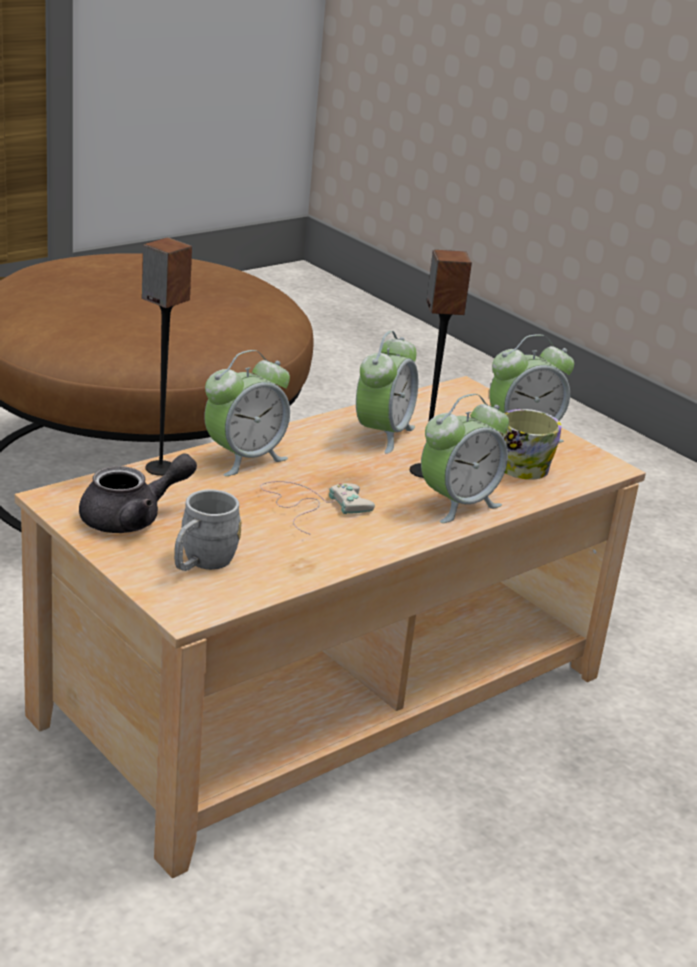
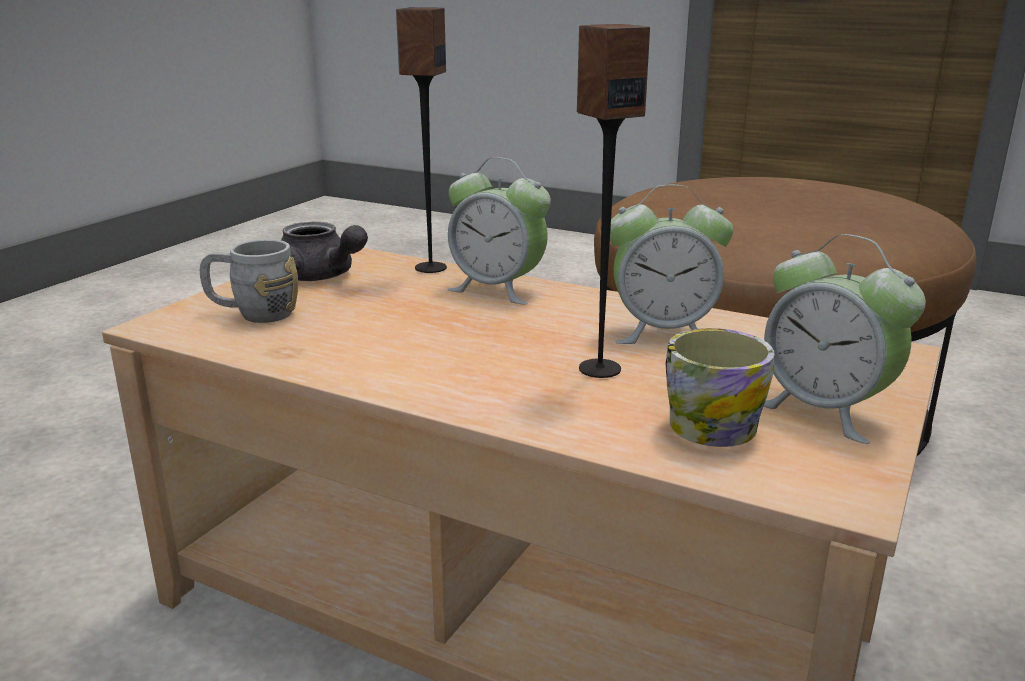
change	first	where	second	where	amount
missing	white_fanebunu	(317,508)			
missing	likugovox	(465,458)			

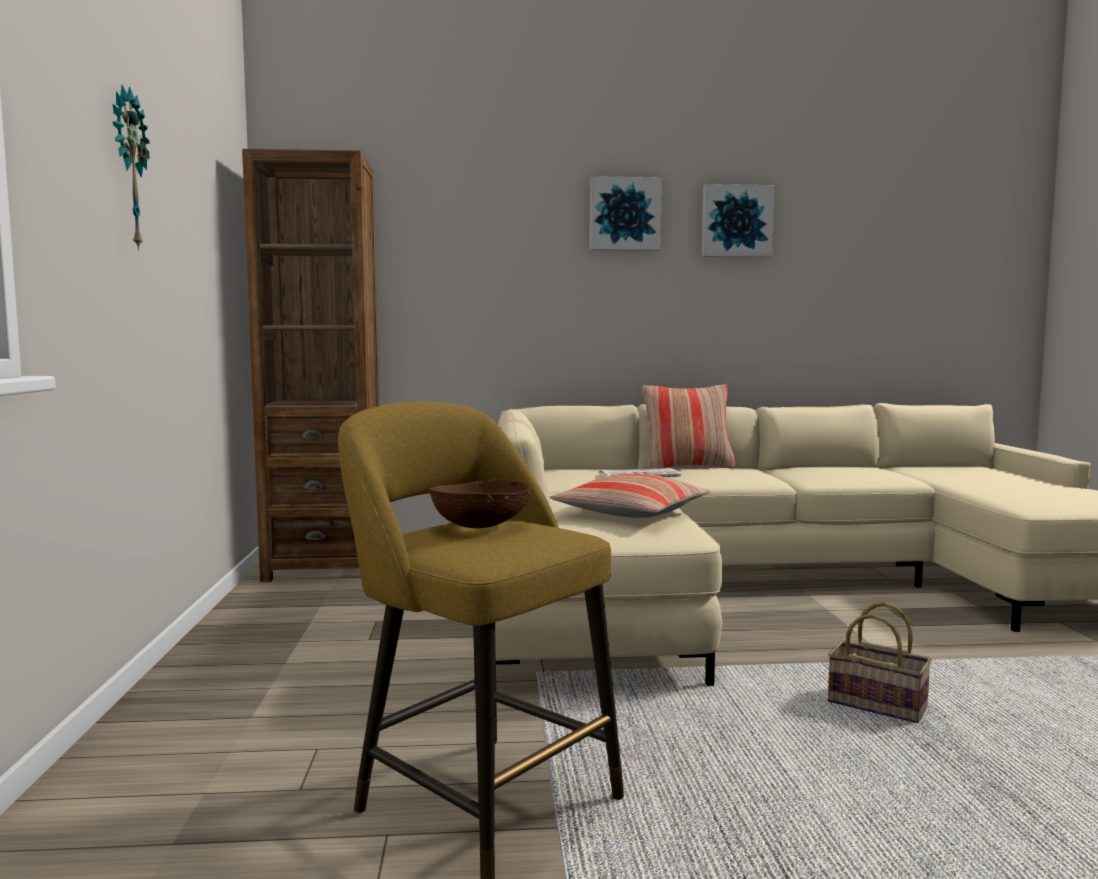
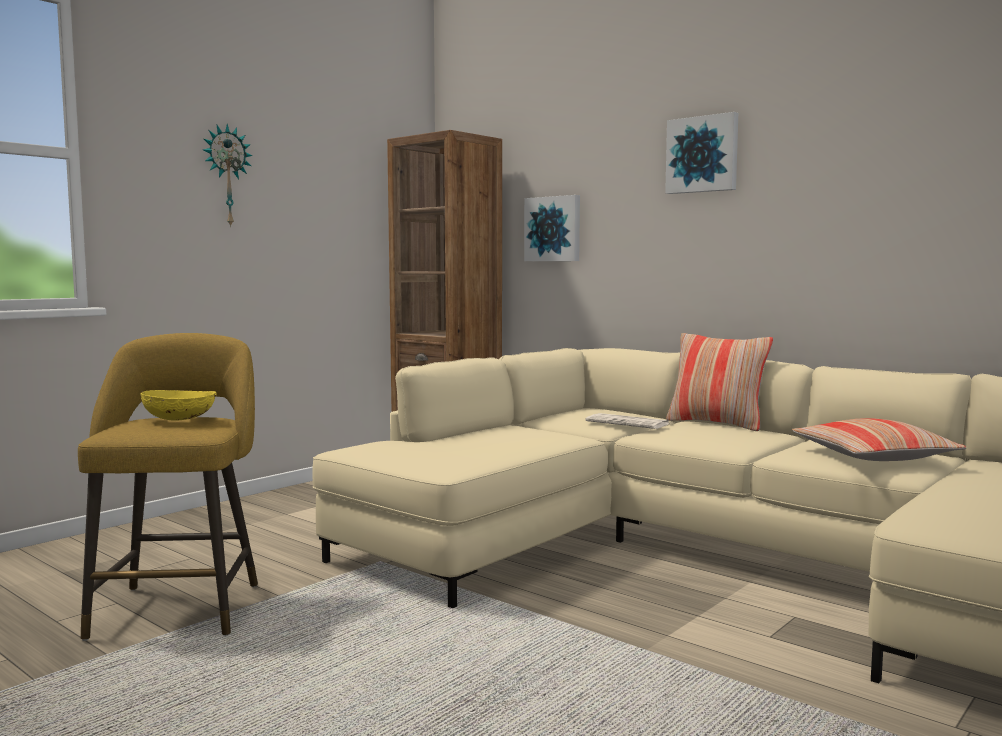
change	first	where	second	where	amount
colour	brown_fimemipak	(479,503)	yellow_fimemipak	(178,405)	
relocated	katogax	(738,220)		(552,228)	
relocated	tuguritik	(630,496)		(879,439)	
missing	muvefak	(880,662)			

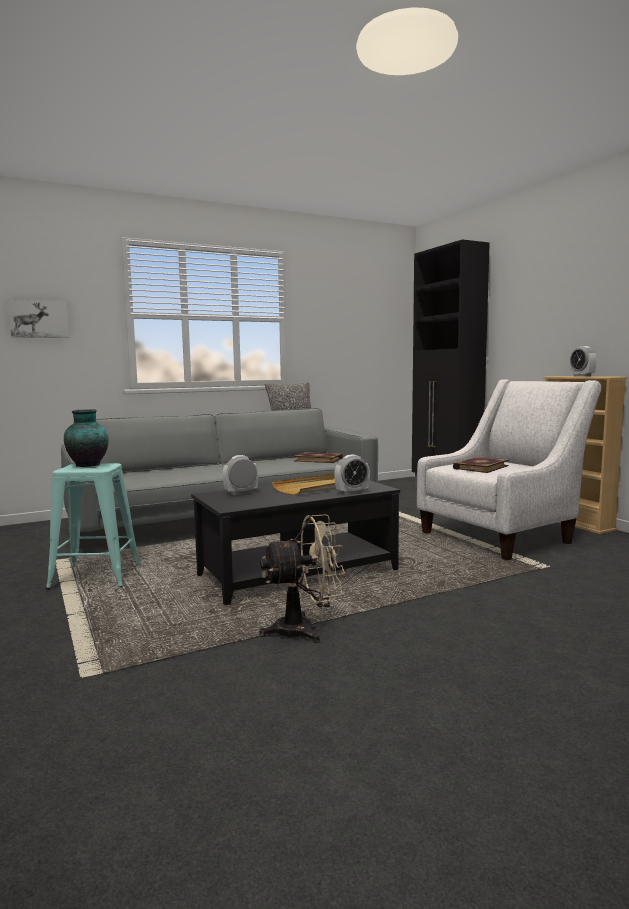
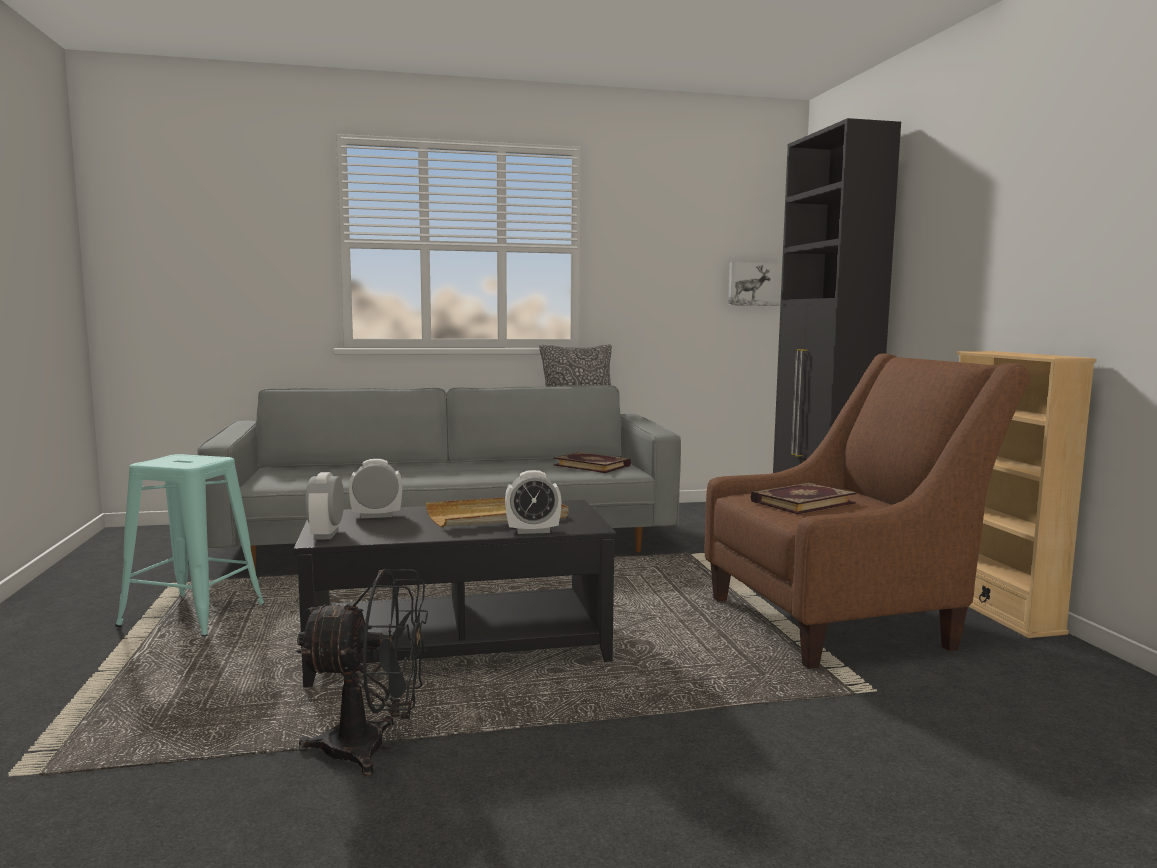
change	first	where	second	where	amount
colour	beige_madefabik	(302,578)	black_madefabik	(362,672)	
relocated	likugovox	(583,361)		(324,505)	
colour	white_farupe	(509,469)	brown_farupe	(867,511)	
relocated	katogax	(38,318)		(755,284)	
missing	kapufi	(86,438)			

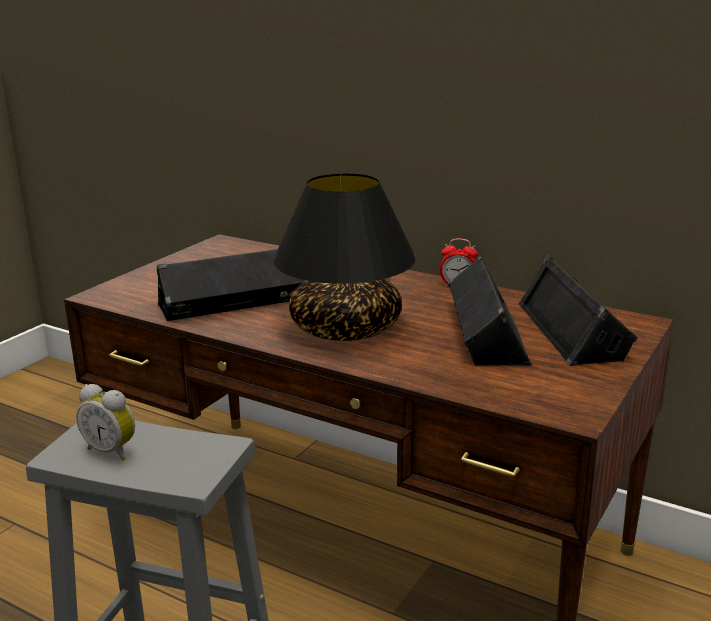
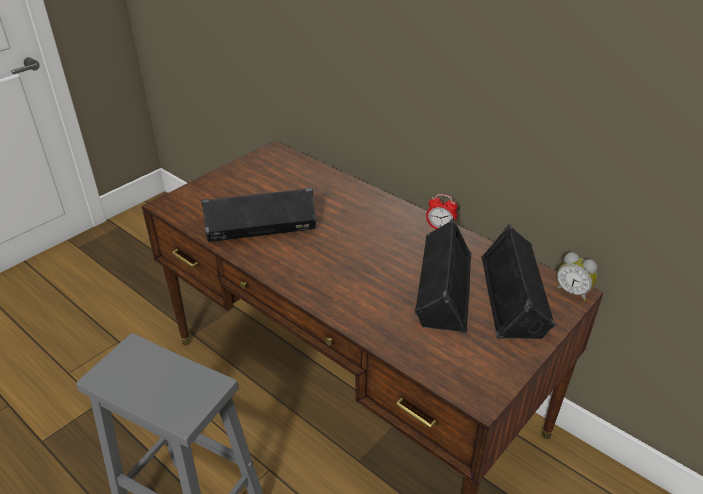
change	first	where	second	where	amount
relocated	likugovox	(105,422)		(576,276)	
missing	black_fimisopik	(344,257)			

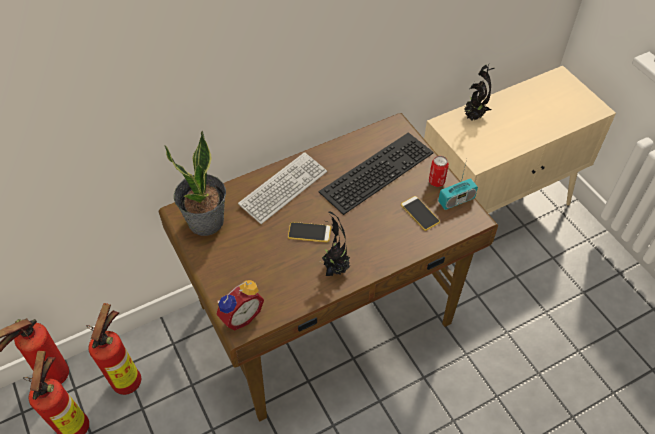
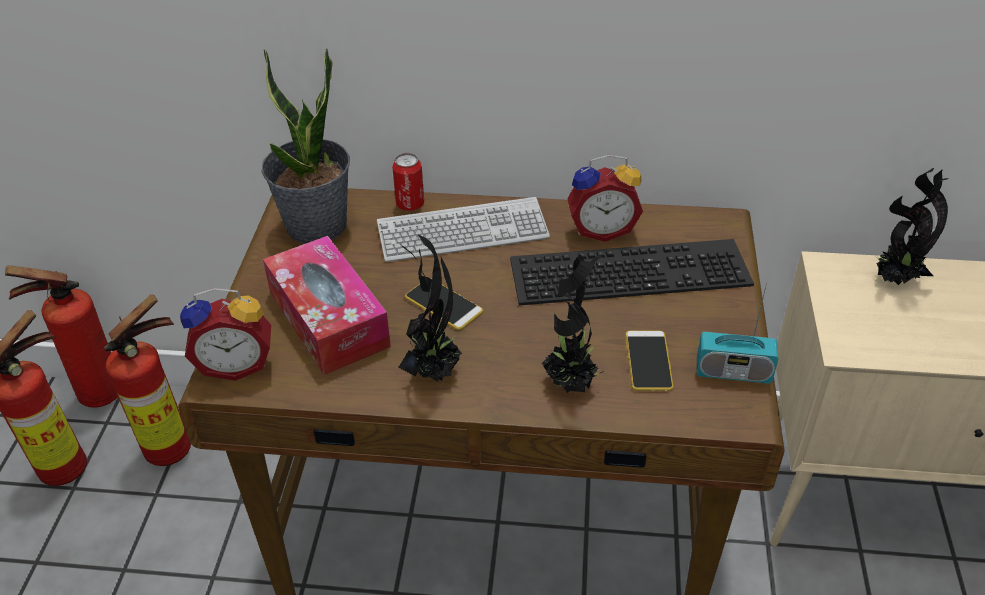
change	first	where	second	where	amount
appeared			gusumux	(327,305)	
relocated	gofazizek	(439,171)		(408,182)	
appeared			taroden	(573,324)	
appeared			likugovox	(605,198)	

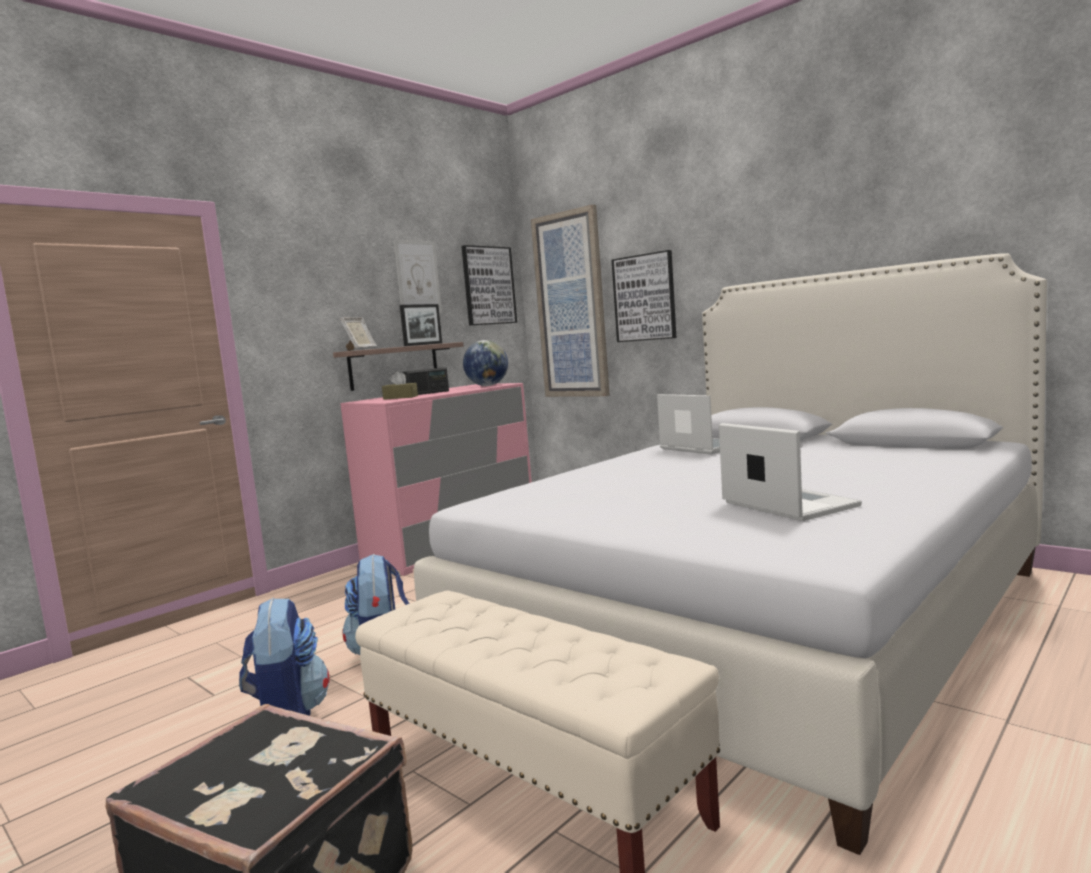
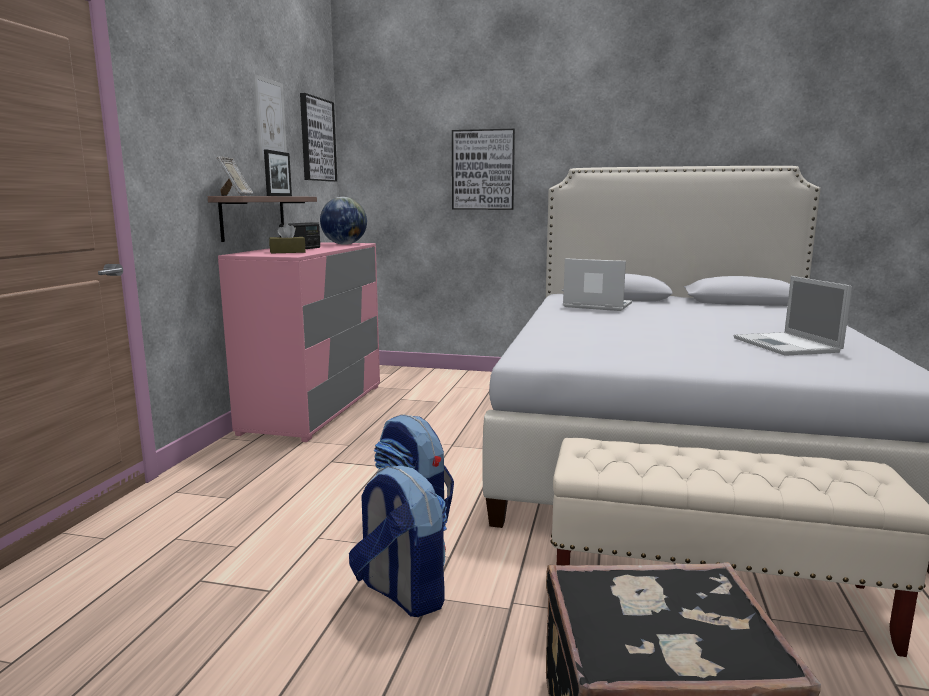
change	first	where	second	where	amount
spun	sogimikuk	(790,472)		(793,316)	135 degrees counterclockwise
missing	katogax	(570,300)			

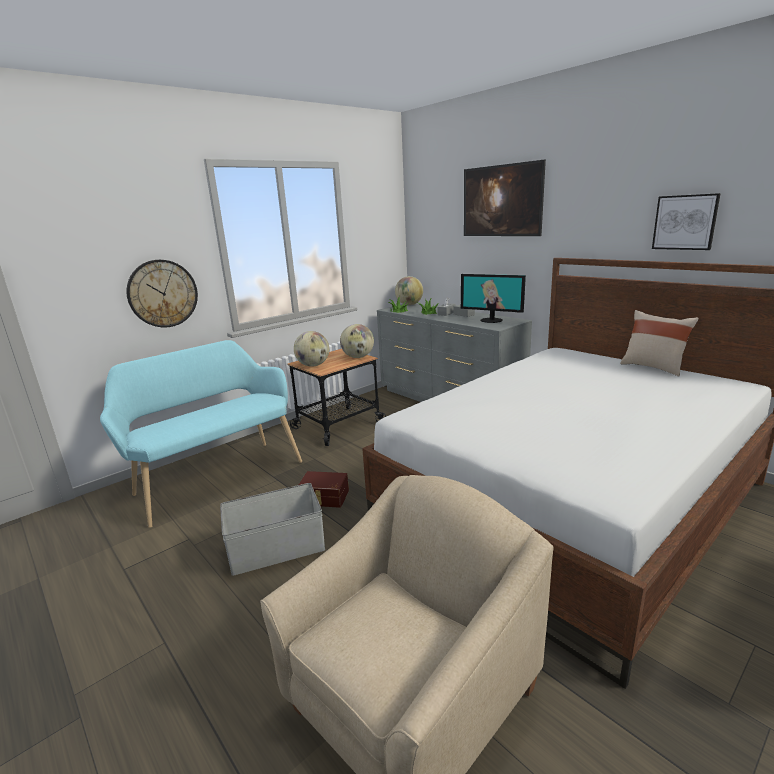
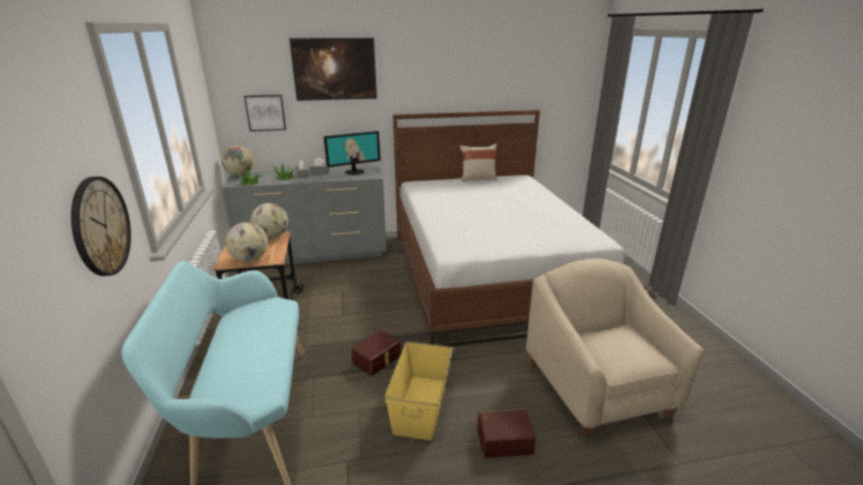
change	first	where	second	where	amount
relocated	katogax	(686,221)		(265,113)	
colour	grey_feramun	(272,529)	yellow_feramun	(418,391)	
appeared			brown_feramun	(506,433)	

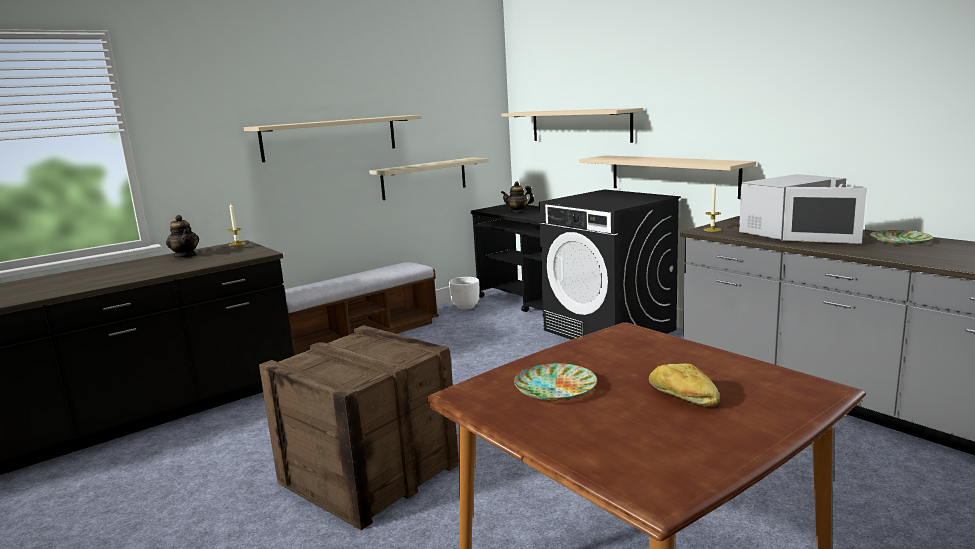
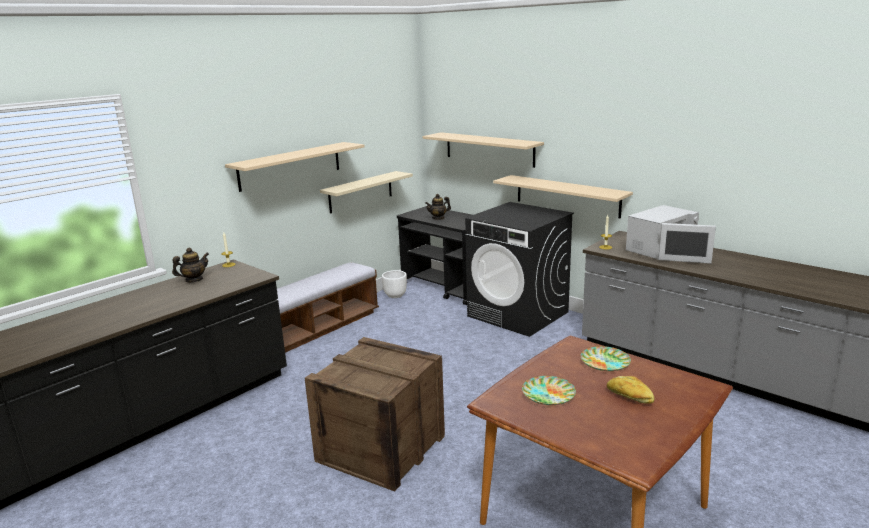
change	first	where	second	where	amount
spun	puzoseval	(182,236)		(190,265)	75 degrees counterclockwise
relocated	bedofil	(901,237)		(606,358)	

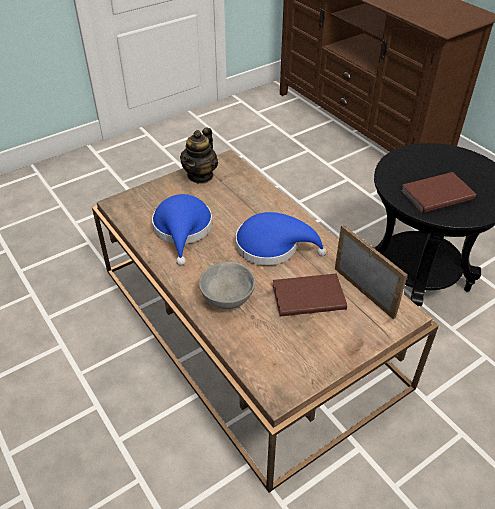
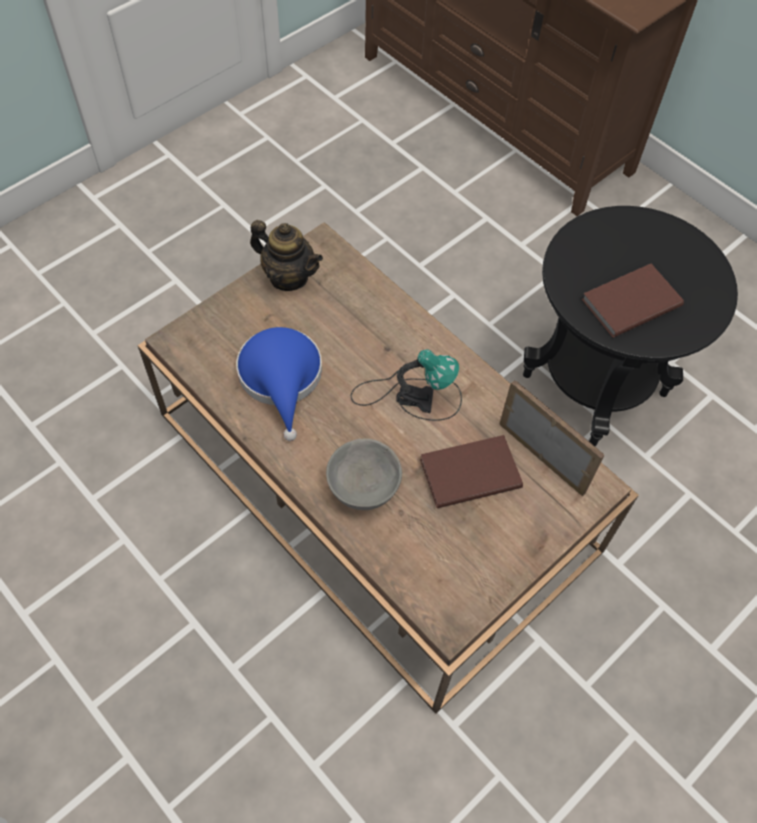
change	first	where	second	where	amount
spun	puzoseval	(199,156)		(286,255)	75 degrees counterclockwise
exchanged	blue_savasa	(281,238)	fimisopik	(406,385)	

